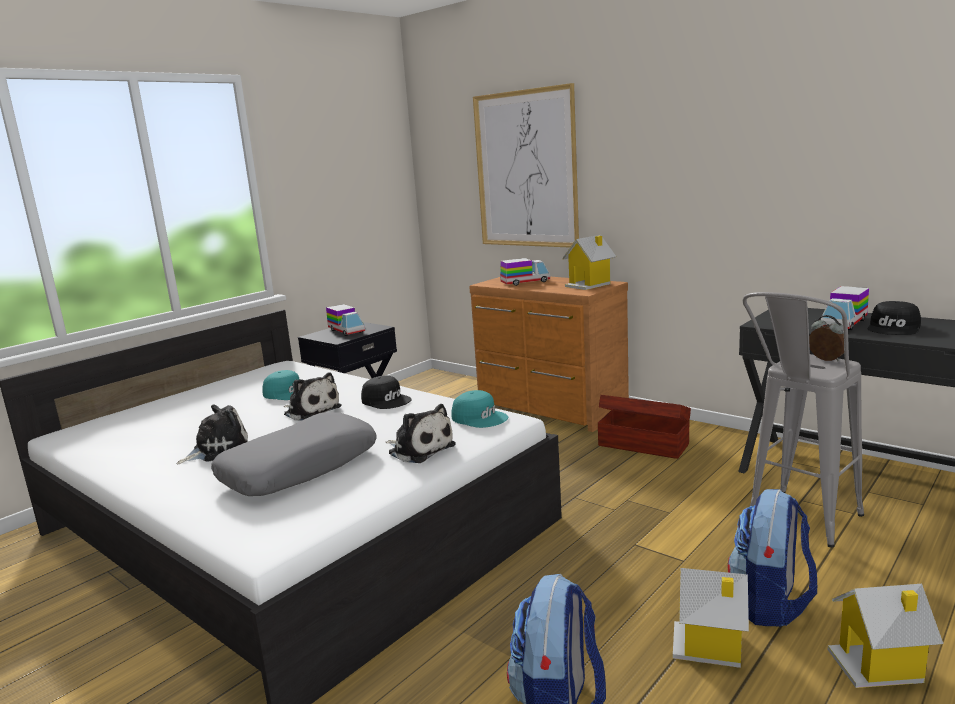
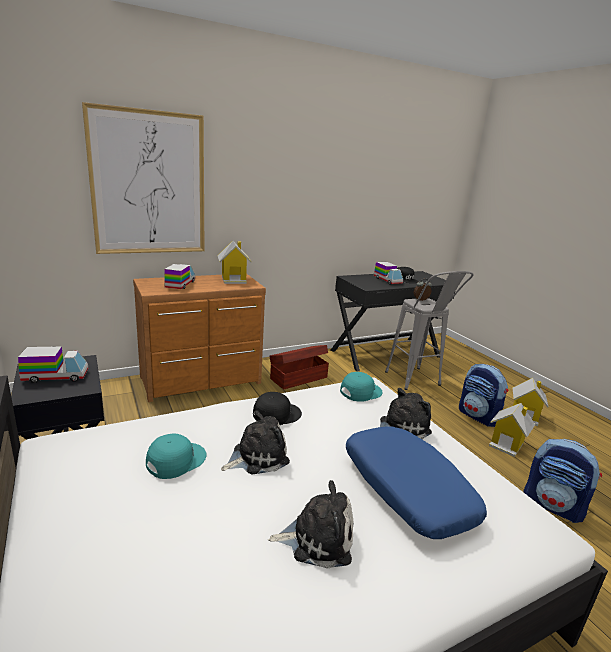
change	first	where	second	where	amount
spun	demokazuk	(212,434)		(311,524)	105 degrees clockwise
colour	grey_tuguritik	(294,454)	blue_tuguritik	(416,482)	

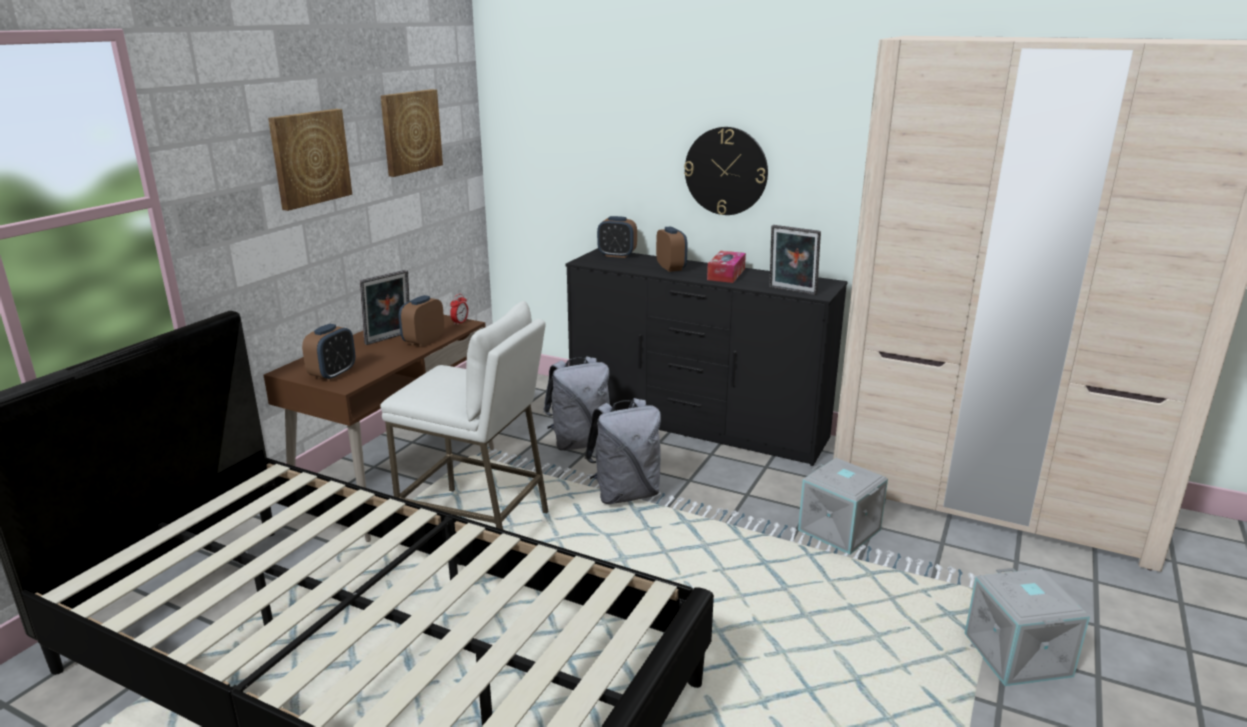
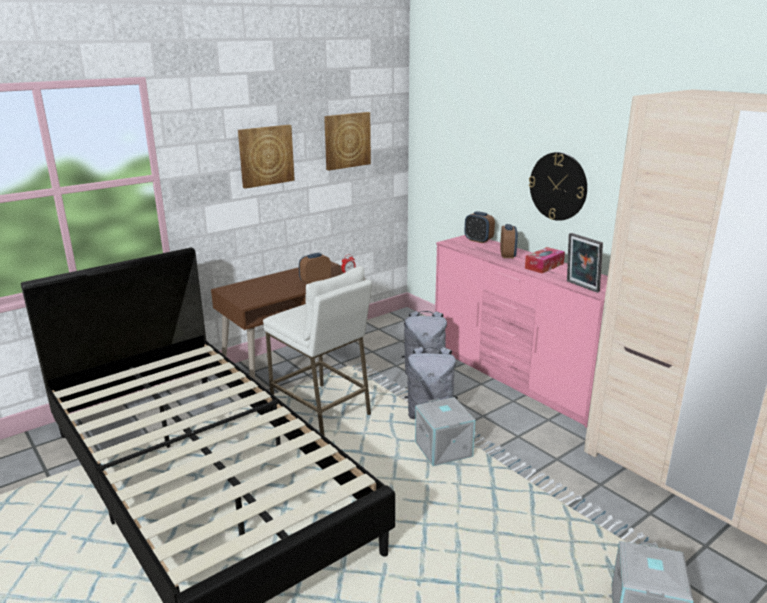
change	first	where	second	where	amount
relocated	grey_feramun	(843,506)		(445,431)	
colour	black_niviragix	(707,357)	pink_niviragix	(521,331)	
missing	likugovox	(328,352)			
missing	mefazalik	(384,307)			

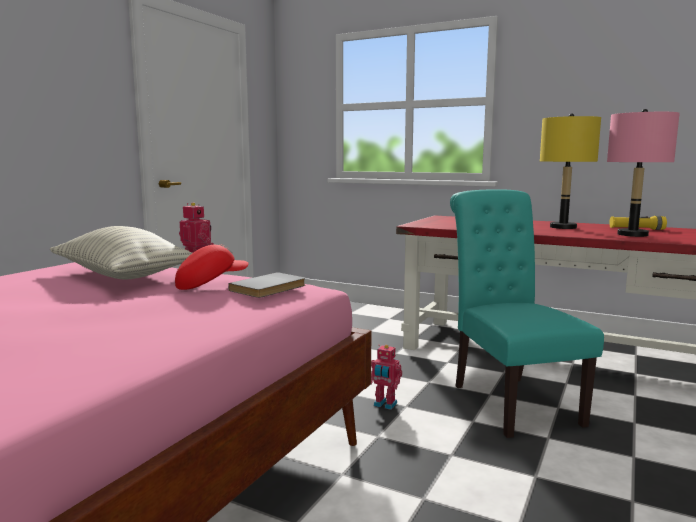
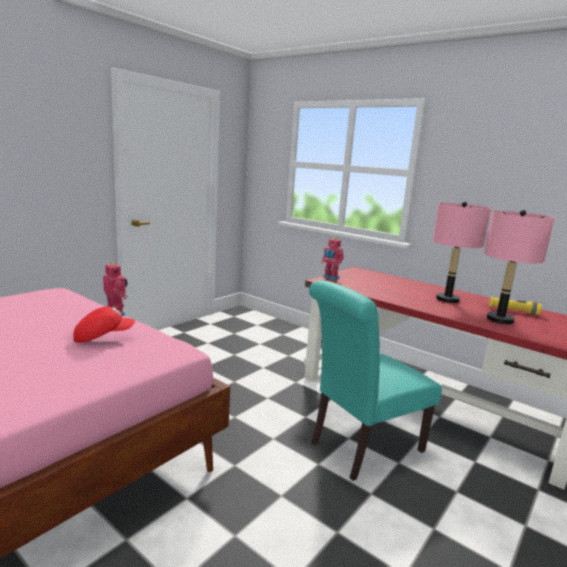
change	first	where	second	where	amount
spun	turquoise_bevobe	(527,313)		(375,380)	120 degrees counterclockwise
relocated	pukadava	(386,377)		(332,258)	
colour	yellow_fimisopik	(570,171)	pink_fimisopik	(461,252)	
missing	tuguritik	(121,252)			
missing	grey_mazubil	(267,285)			

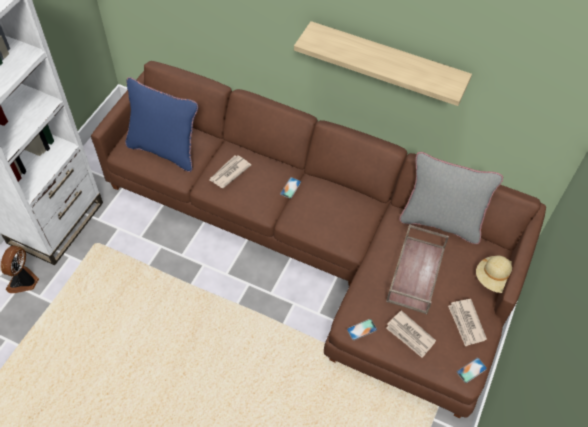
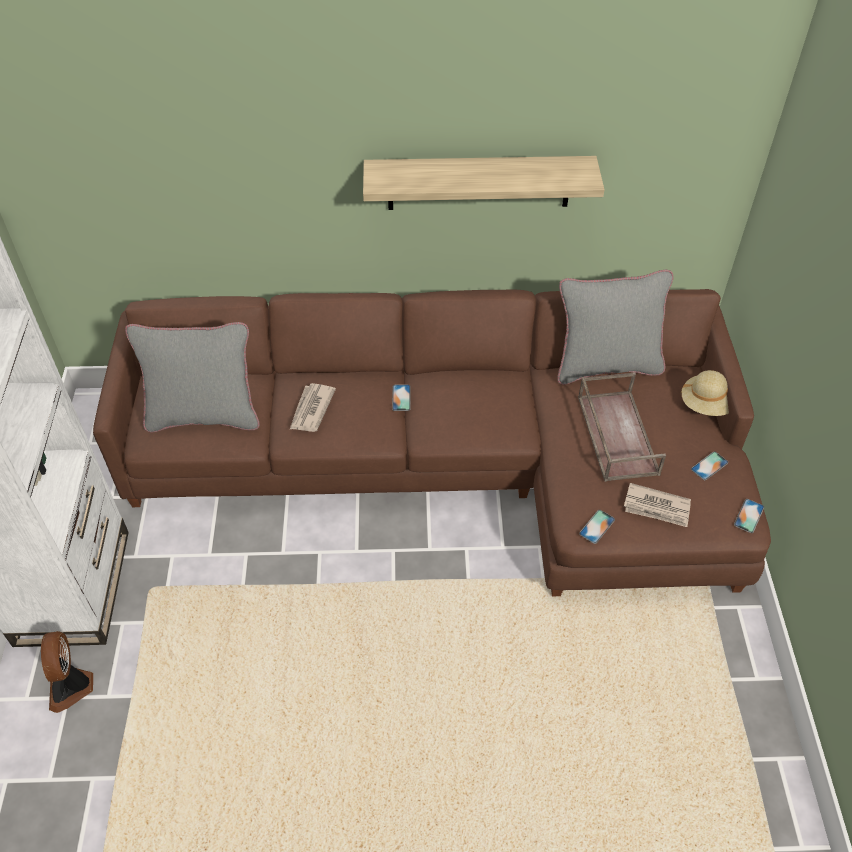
change	first	where	second	where	amount
colour	blue_tuguritik	(161,124)	grey_tuguritik	(192,377)	
exchanged	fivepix	(467,323)	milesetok	(709,465)	

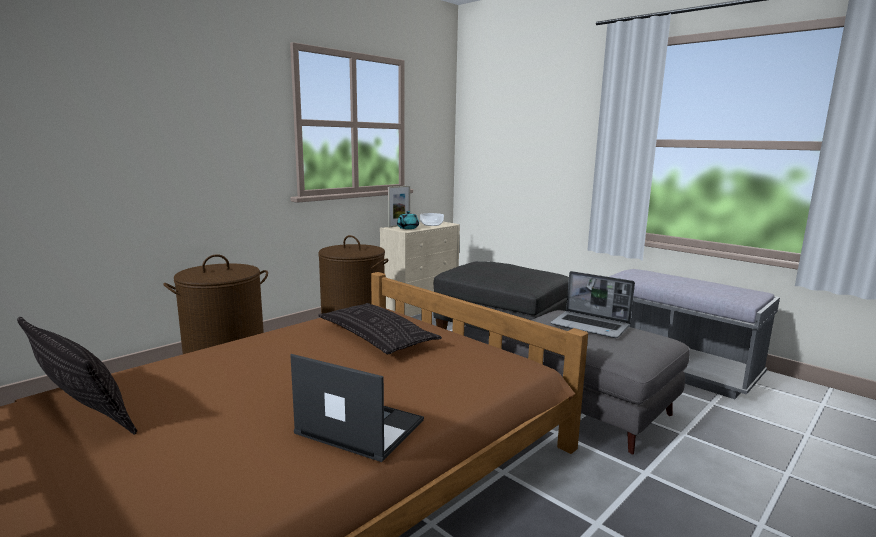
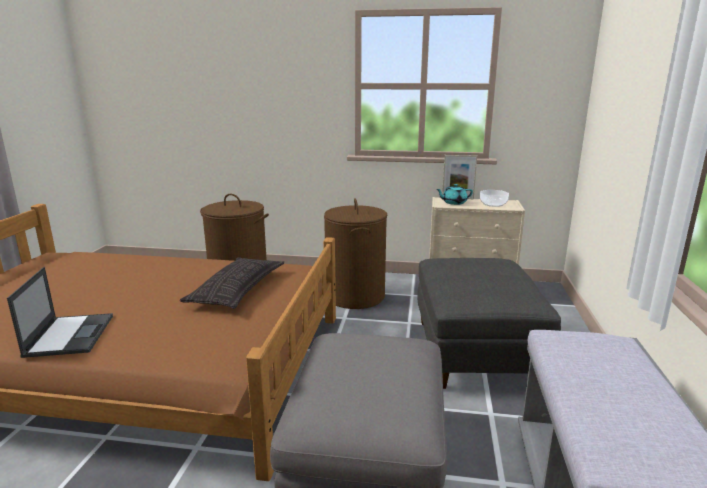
change	first	where	second	where	amount
missing	tuguritik	(77,376)			
missing	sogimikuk	(592,304)			

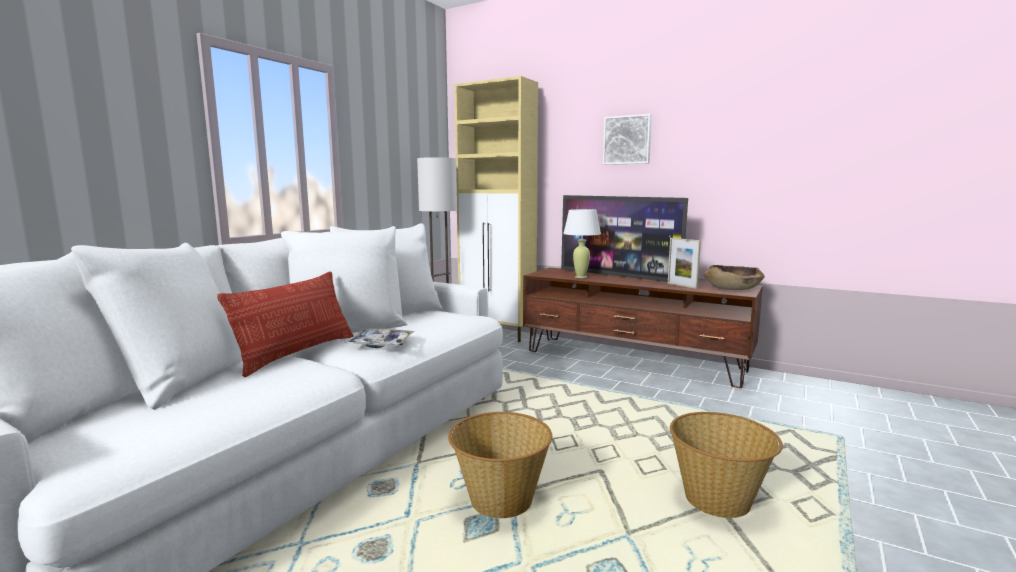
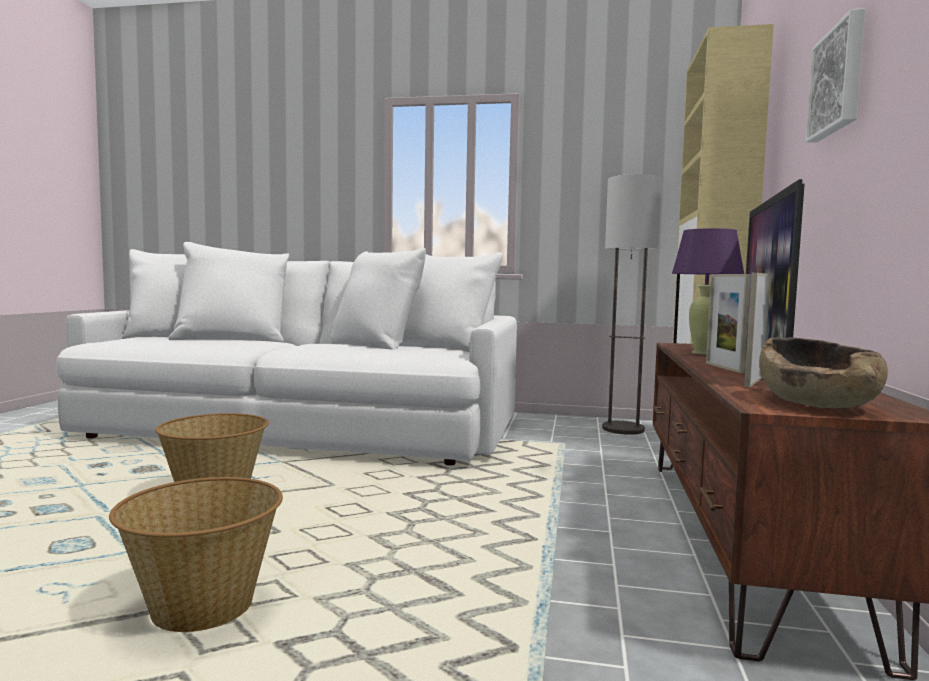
change	first	where	second	where	amount
colour	white_fimisopik	(582,243)	purple_fimisopik	(708,291)	
appeared			mefazalik	(728,323)	
missing	tuguritik	(285,324)			
missing	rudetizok	(379,338)			

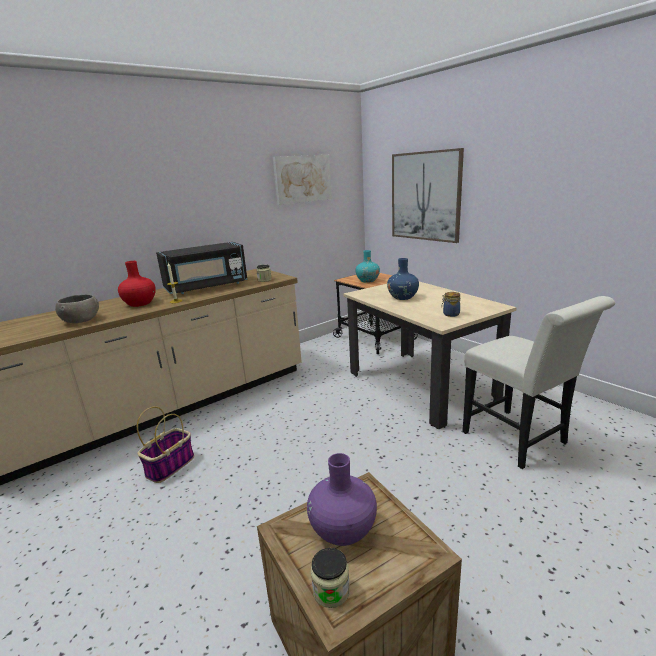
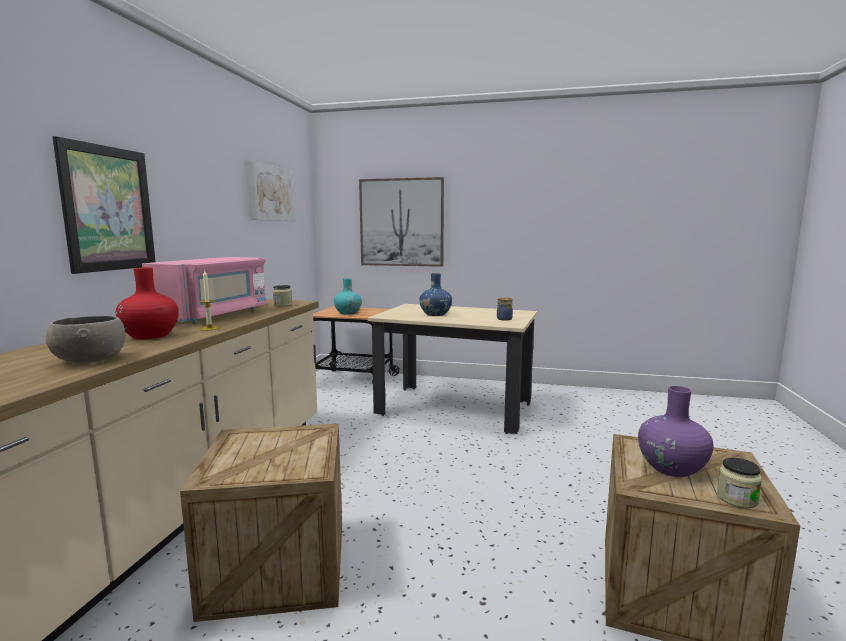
change	first	where	second	where	amount
appeared			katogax	(104,205)	
colour	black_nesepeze	(202,268)	pink_nesepeze	(205,290)	
exchanged	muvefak	(165,445)	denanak	(261,523)	
missing	white_bevobe	(538,382)			

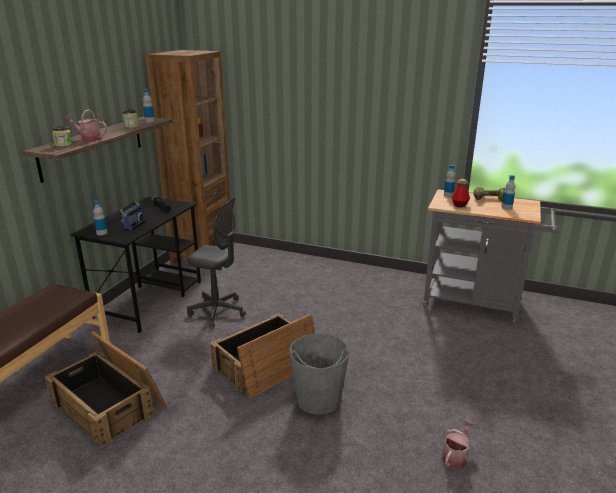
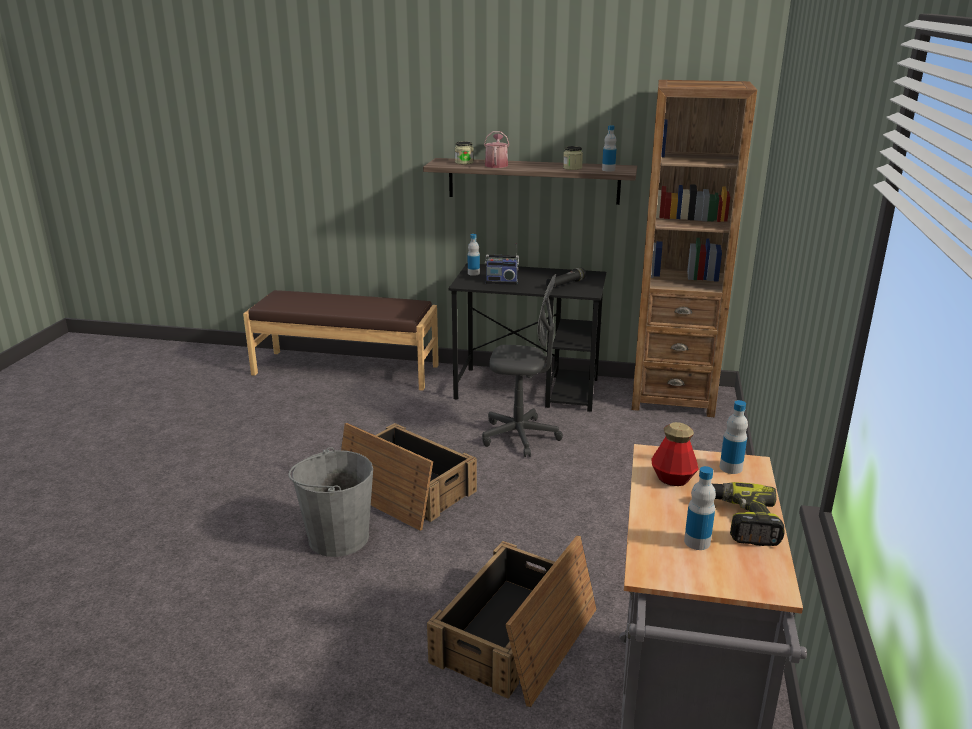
change	first	where	second	where	amount
relocated	denanak	(105,389)		(512,621)	
spun	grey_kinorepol	(216,262)		(522,365)	90 degrees counterclockwise
missing	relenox	(458,444)			

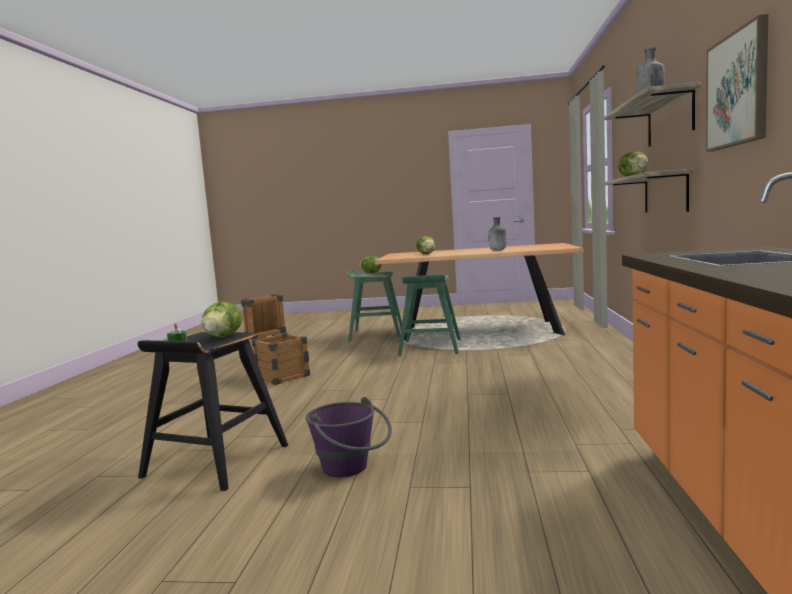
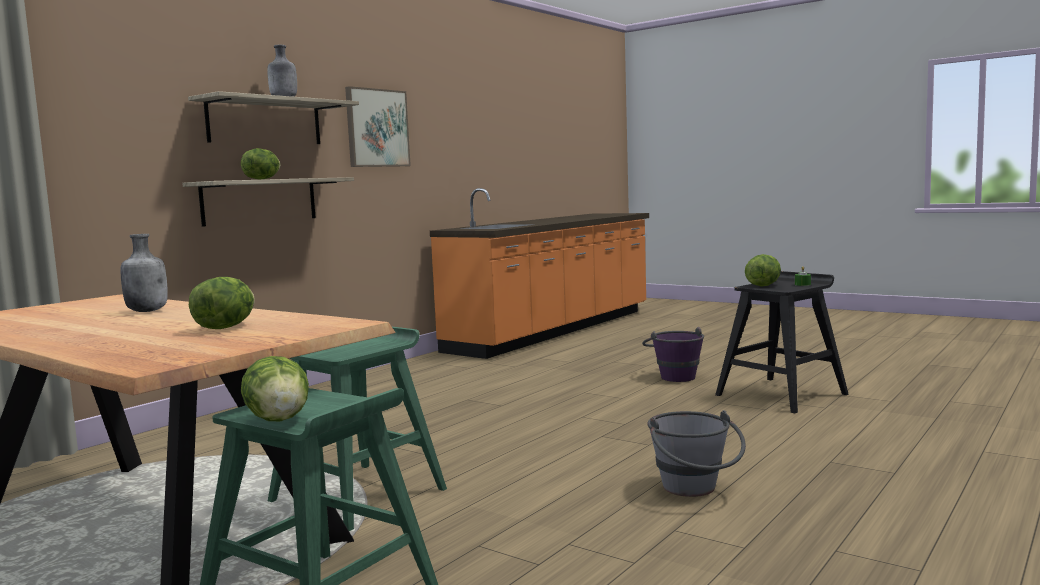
change	first	where	second	where	amount
exchanged	denanak	(275,339)	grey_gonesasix	(696,454)	

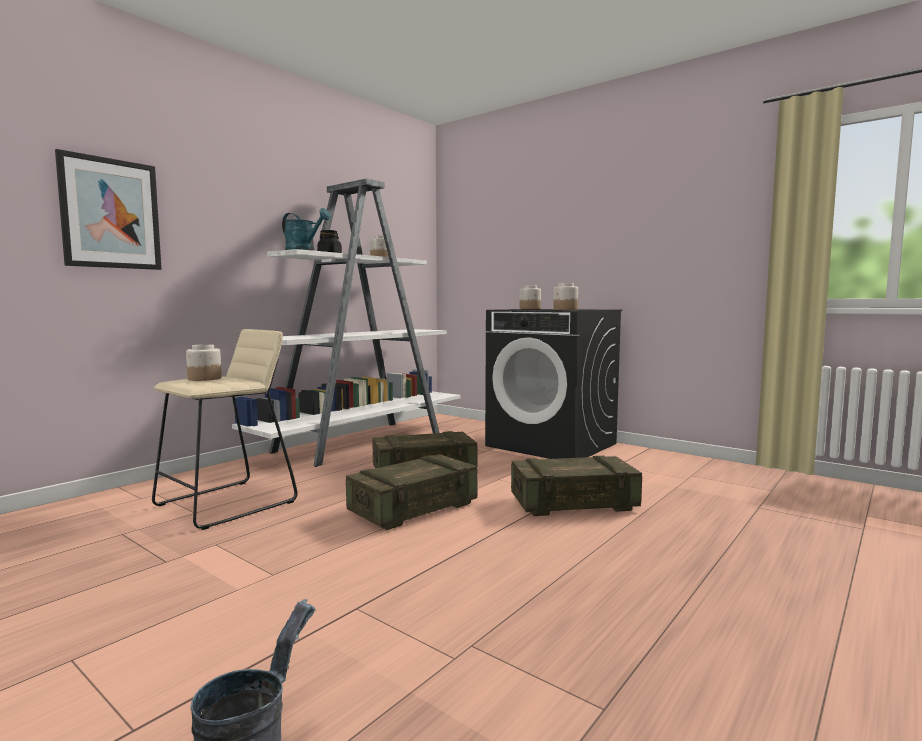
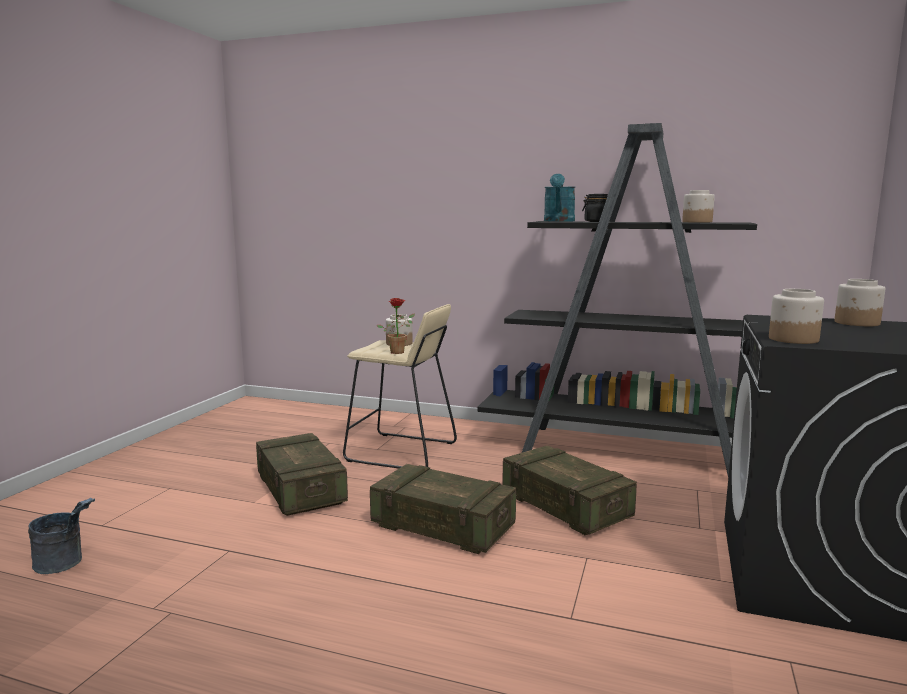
change	first	where	second	where	amount
relocated	denanak	(576,486)		(302,474)	
appeared			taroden	(396,326)	
colour	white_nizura	(346,322)	black_nizura	(617,300)	
missing	katogax	(108,209)			

